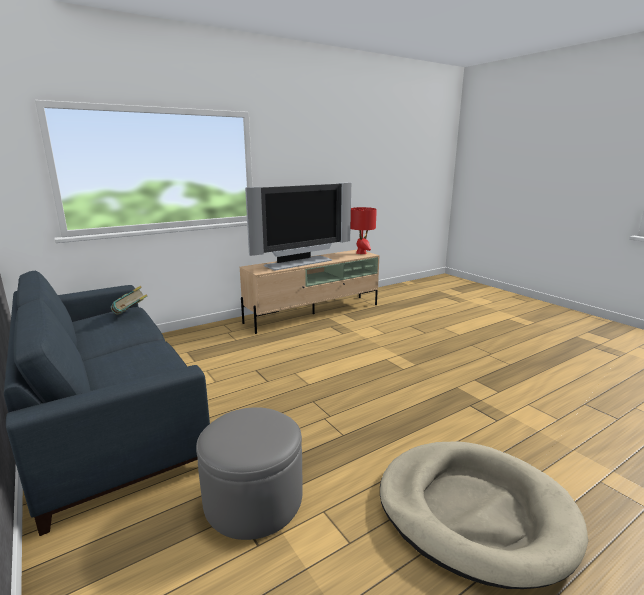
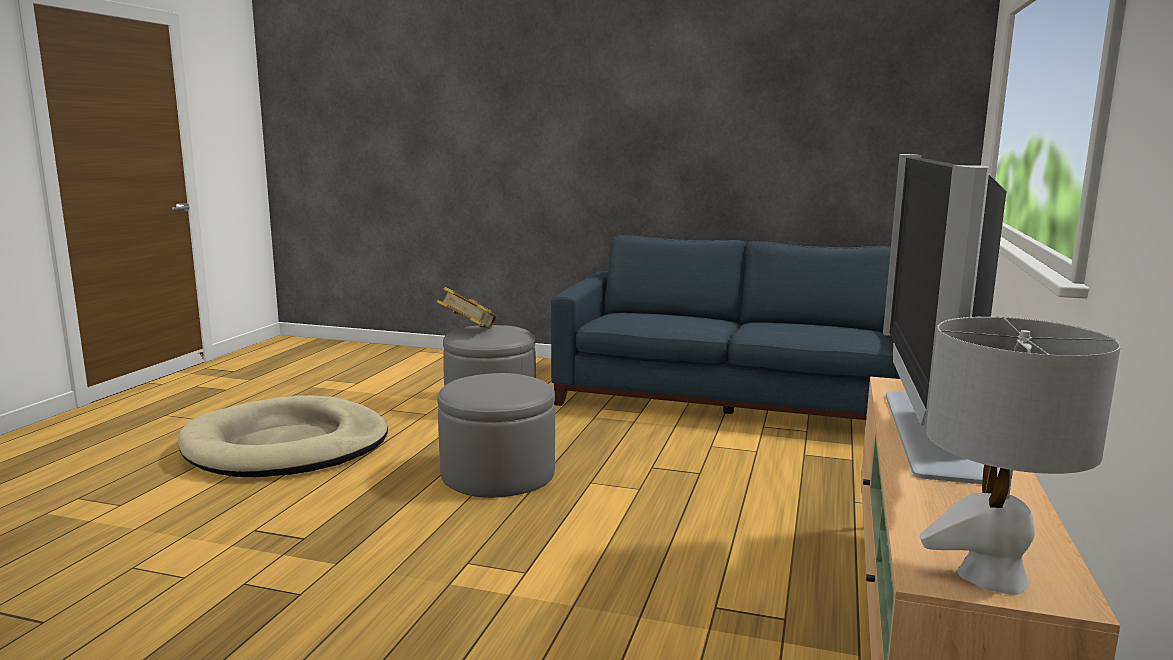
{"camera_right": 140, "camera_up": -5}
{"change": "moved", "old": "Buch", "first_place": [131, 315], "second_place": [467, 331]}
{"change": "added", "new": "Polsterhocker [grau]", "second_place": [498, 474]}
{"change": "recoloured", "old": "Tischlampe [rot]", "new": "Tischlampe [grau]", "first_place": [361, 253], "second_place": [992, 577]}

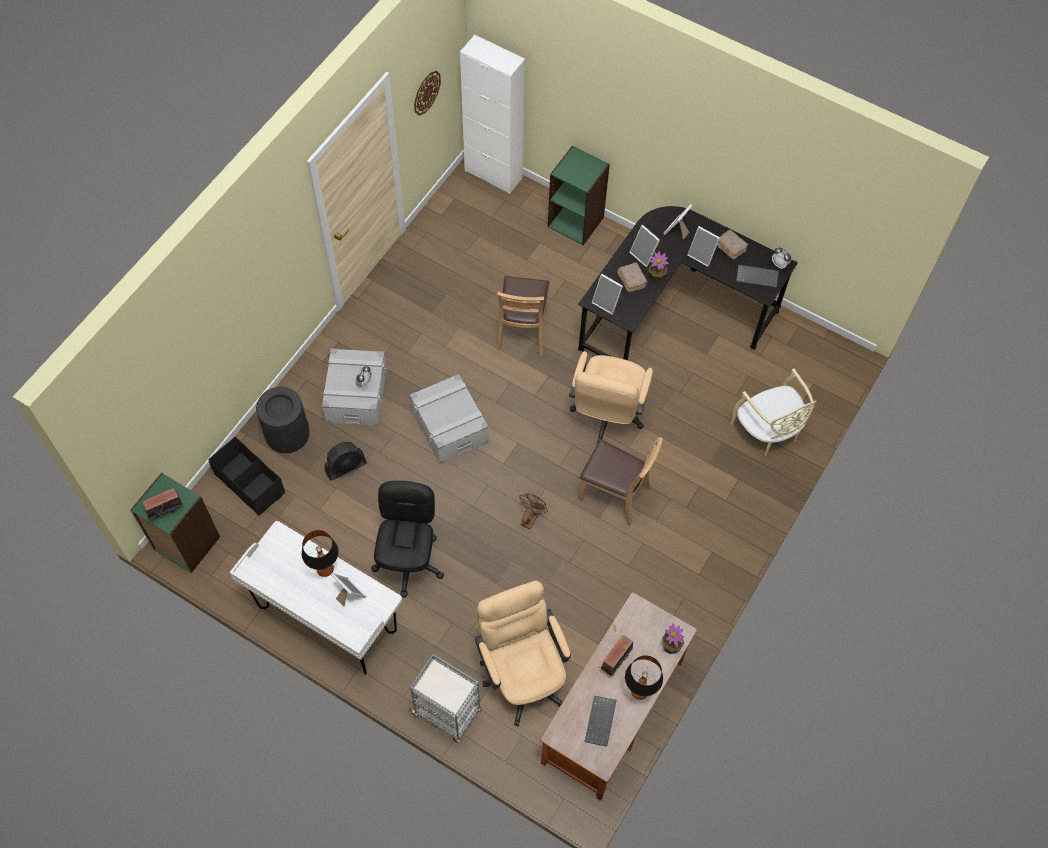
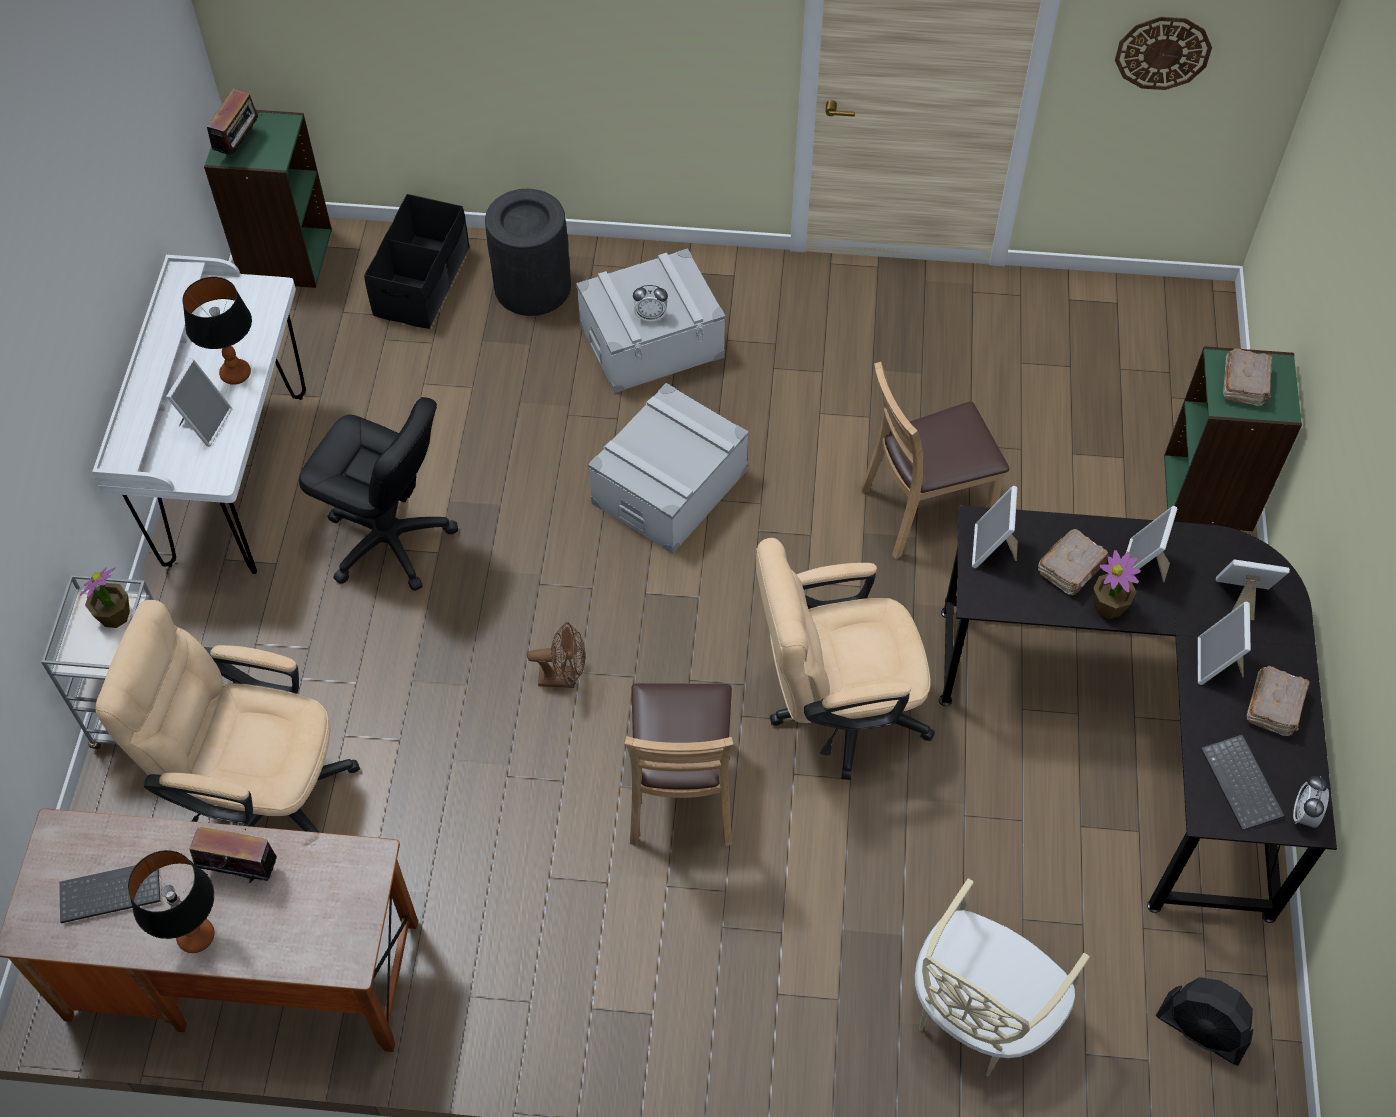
{"camera_right": 65, "camera_up": -5}
{"change": "moved", "old": "Topfpflanze", "first_place": [671, 646], "second_place": [114, 616]}
{"change": "turned", "old": "Bürostuhl [beige]", "first_place": [522, 673], "second_place": [259, 793], "degrees": -120}
{"change": "turned", "old": "Radio", "first_place": [165, 511], "second_place": [240, 145], "degrees": 75}
{"change": "turned", "old": "Bürostuhl [schwarz]", "first_place": [409, 562], "second_place": [389, 541], "degrees": 45}
{"change": "moved", "old": "Ventilator [schwarz]", "first_place": [346, 467], "second_place": [1202, 1030]}
{"change": "added", "new": "Buch [braun]", "second_place": [1245, 384]}
{"change": "removed", "old": "Schrank [weiß]", "first_place": [493, 174]}

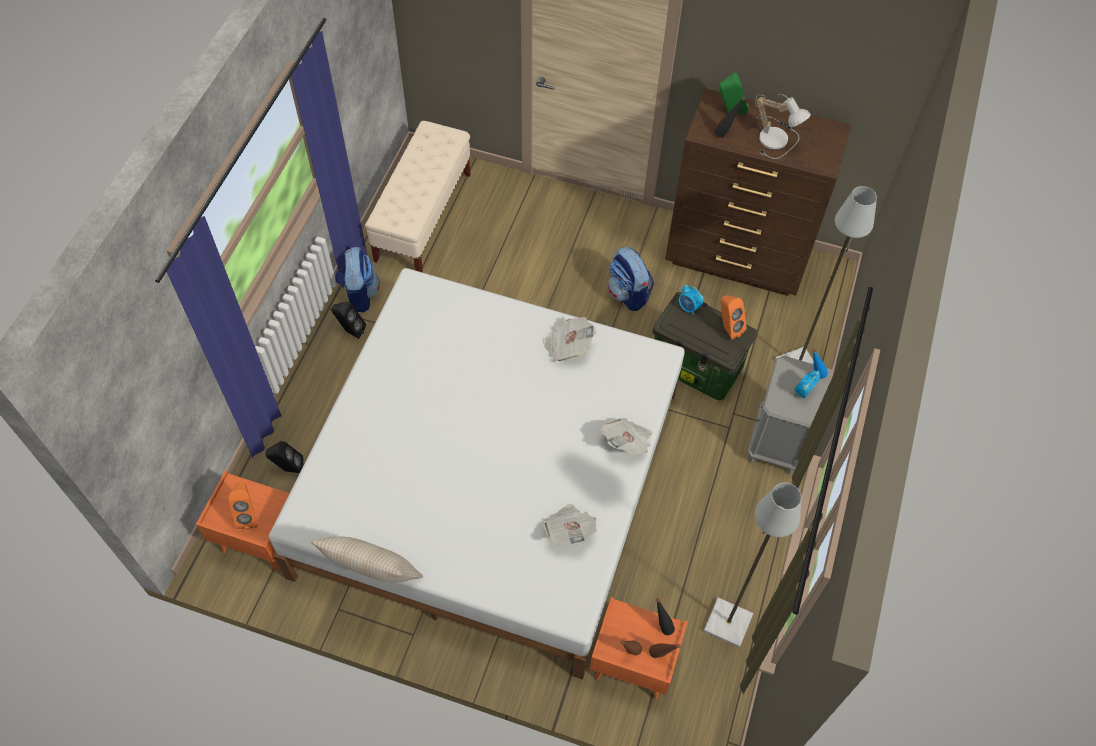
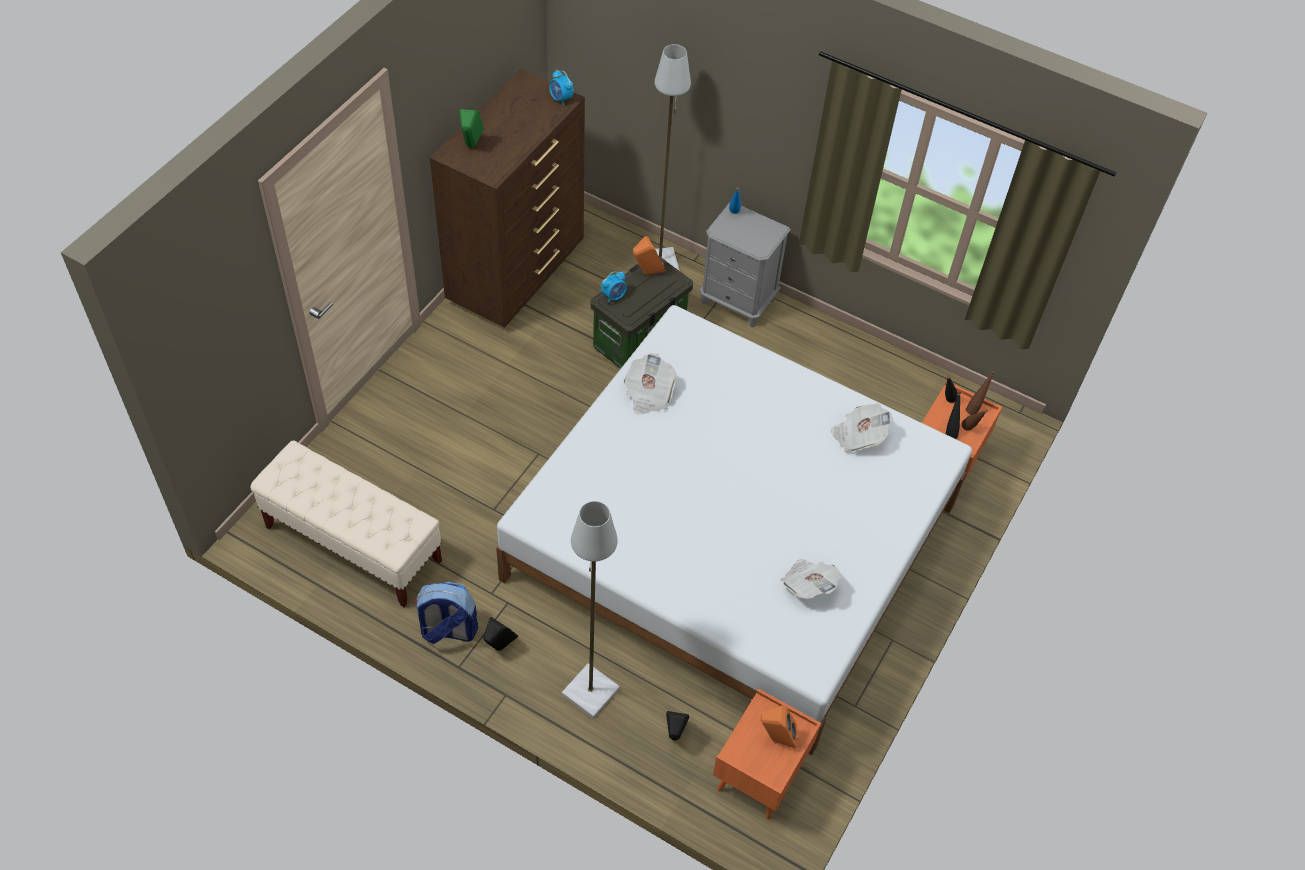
{"camera_right": -80, "camera_up": -5}
{"change": "moved", "old": "Wecker", "first_place": [803, 392], "second_place": [561, 99]}
{"change": "moved", "old": "Stehlampe [grau]", "first_place": [727, 623], "second_place": [591, 692]}
{"change": "moved", "old": "Zeitung", "first_place": [627, 442], "second_place": [808, 585]}
{"change": "moved", "old": "Flasche [schwarz]", "first_place": [725, 133], "second_place": [950, 431]}
{"change": "removed", "old": "Kissen [beige]", "first_place": [374, 575]}
{"change": "removed", "old": "Rucksack", "first_place": [628, 294]}
{"change": "removed", "old": "Tischlampe", "first_place": [776, 138]}

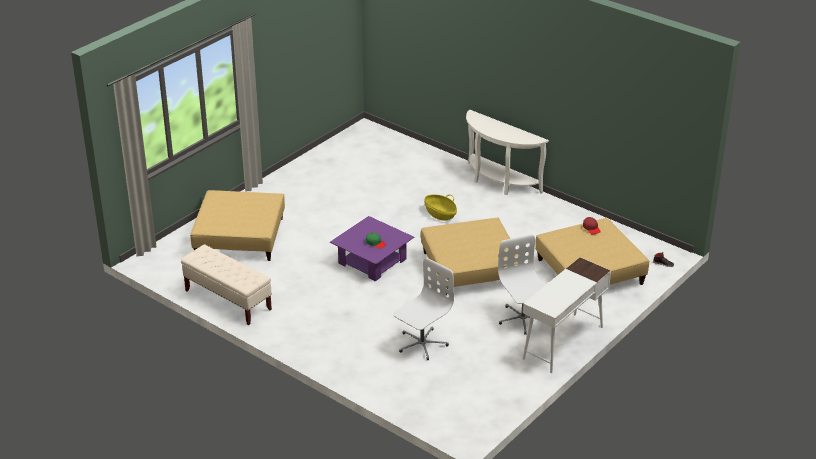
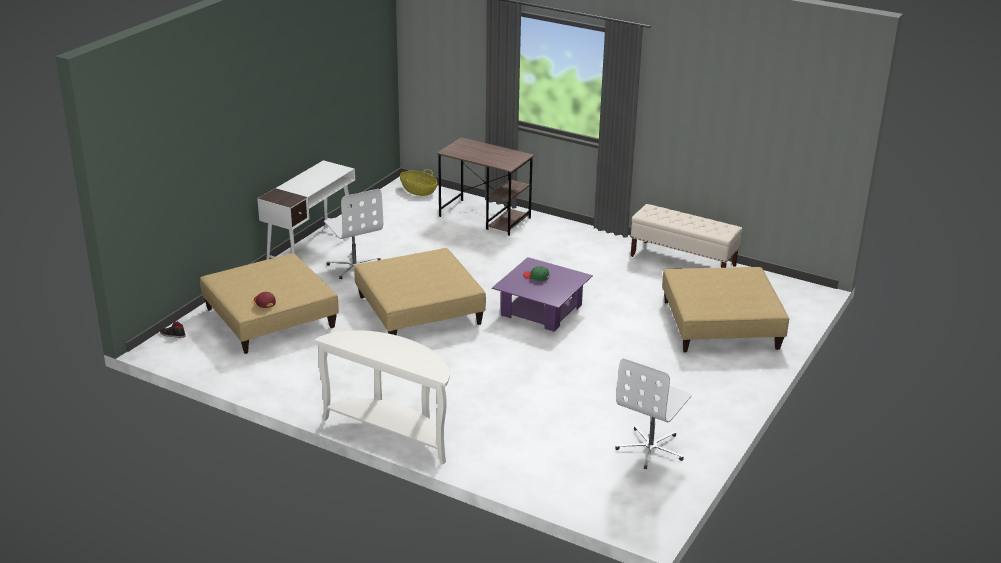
{"camera_right": 170, "camera_up": -5}
{"change": "moved", "old": "Korb", "first_place": [440, 214], "second_place": [418, 191]}
{"change": "added", "new": "Schreibtisch [braun]", "second_place": [485, 217]}
{"change": "moved", "old": "Bürostuhl [weiß]", "first_place": [421, 344], "second_place": [651, 448]}

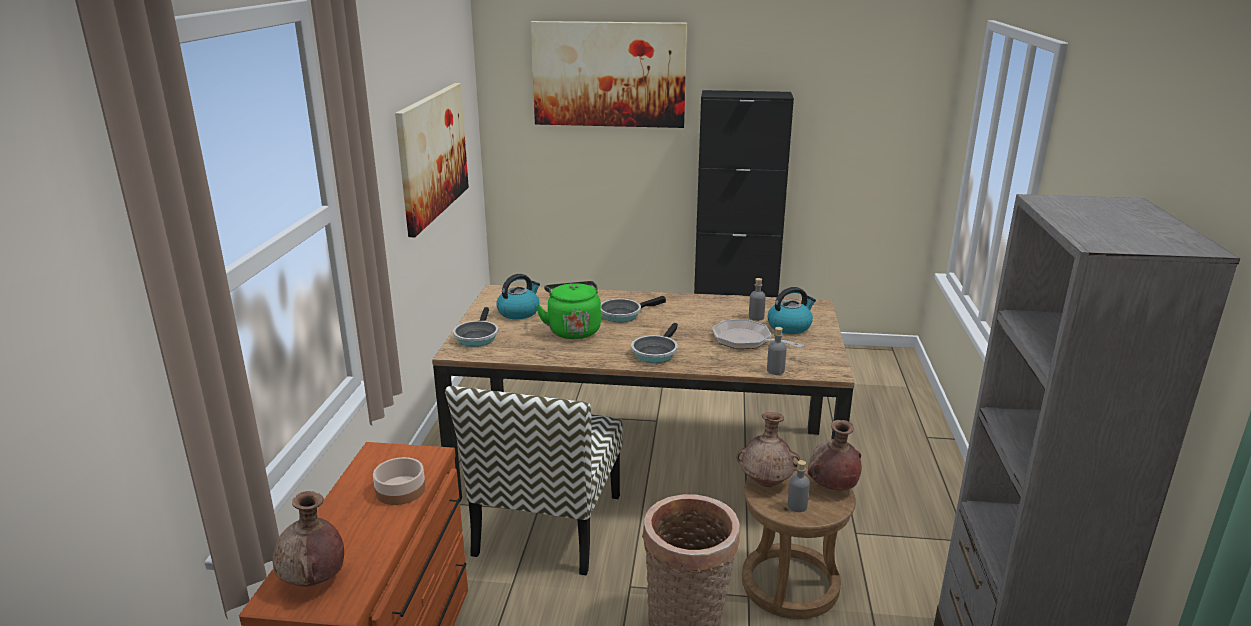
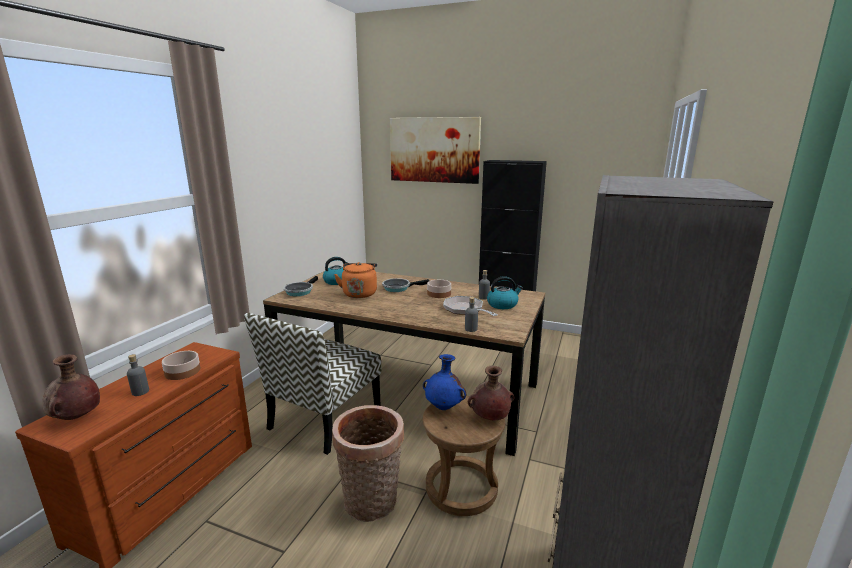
{"camera_right": 15, "camera_up": -5}
{"change": "moved", "old": "Flasche [grau]", "first_place": [797, 506], "second_place": [140, 392]}
{"change": "recoloured", "old": "Wasserkessel [grün]", "new": "Wasserkessel [orange]", "first_place": [573, 330], "second_place": [359, 293]}
{"change": "recoloured", "old": "Vase [braun]", "new": "Vase [blau]", "first_place": [767, 483], "second_place": [444, 407]}
{"change": "added", "new": "Schüssel", "second_place": [439, 294]}
{"change": "removed", "old": "Bild", "first_place": [432, 154]}
{"change": "removed", "old": "Pfanne", "first_place": [655, 352]}

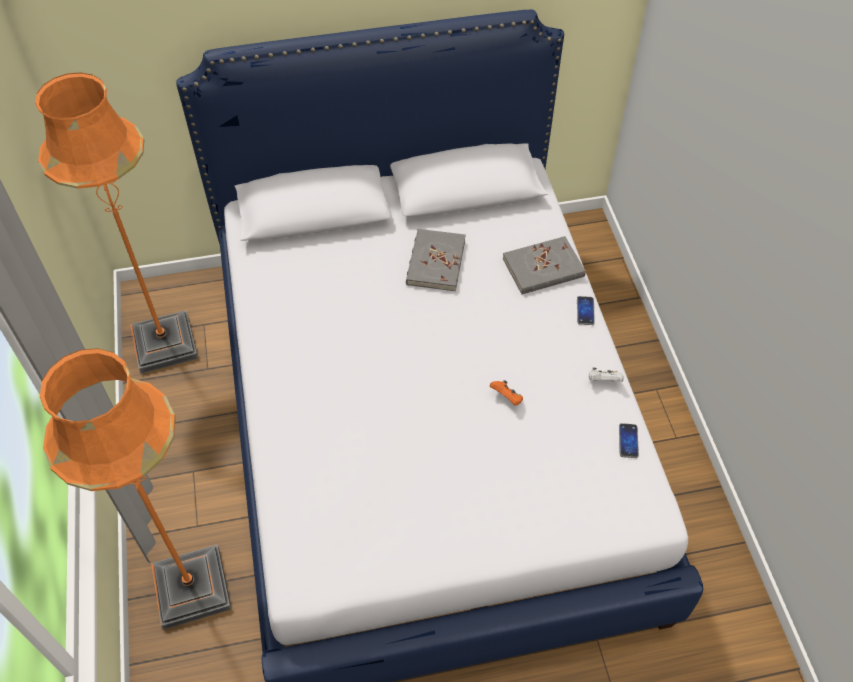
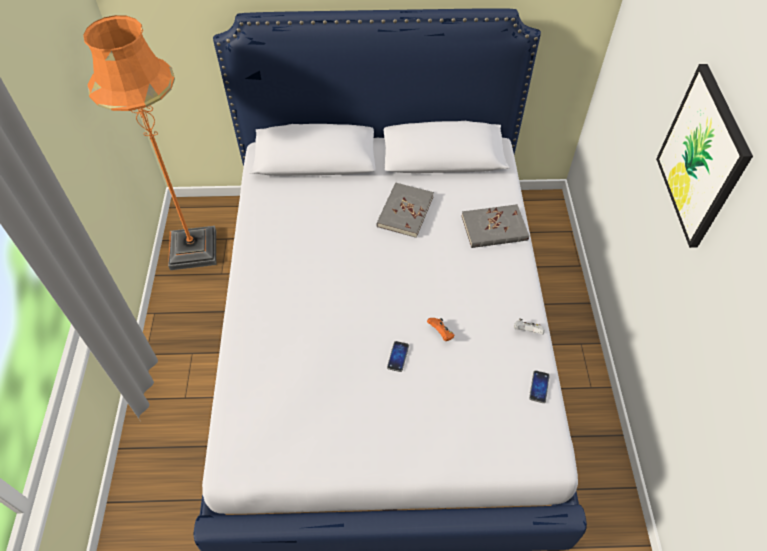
{"camera_right": 10, "camera_up": 0}
{"change": "moved", "old": "Handy", "first_place": [585, 311], "second_place": [398, 356]}
{"change": "added", "new": "Bild", "second_place": [702, 157]}
{"change": "removed", "old": "Stehlampe [orange]", "first_place": [192, 588]}

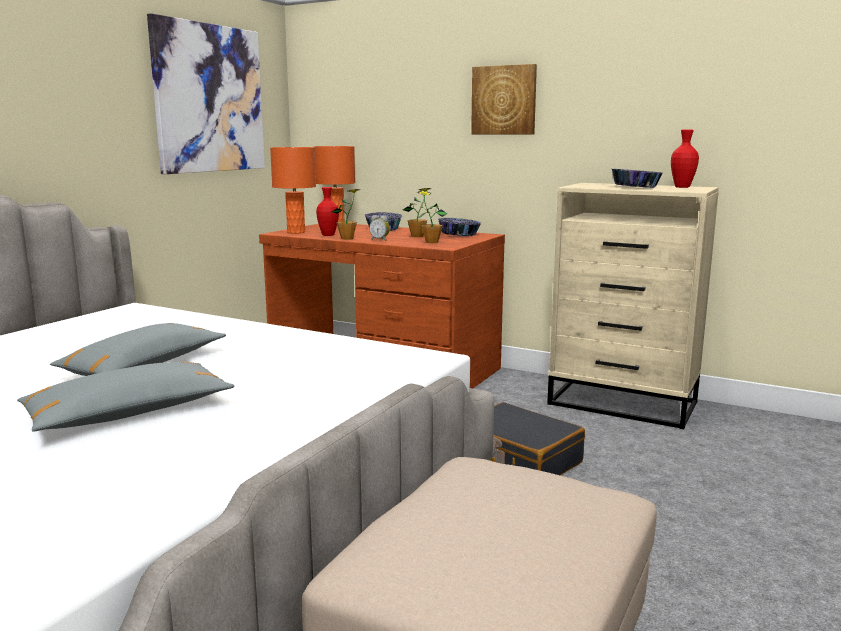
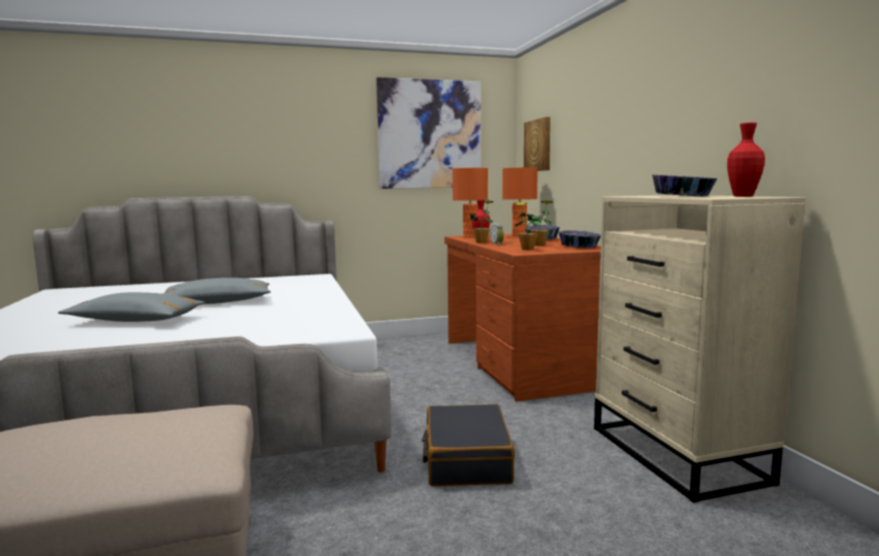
{"camera_right": 45, "camera_up": -5}
{"change": "moved", "old": "Bild", "first_place": [504, 100], "second_place": [538, 145]}

